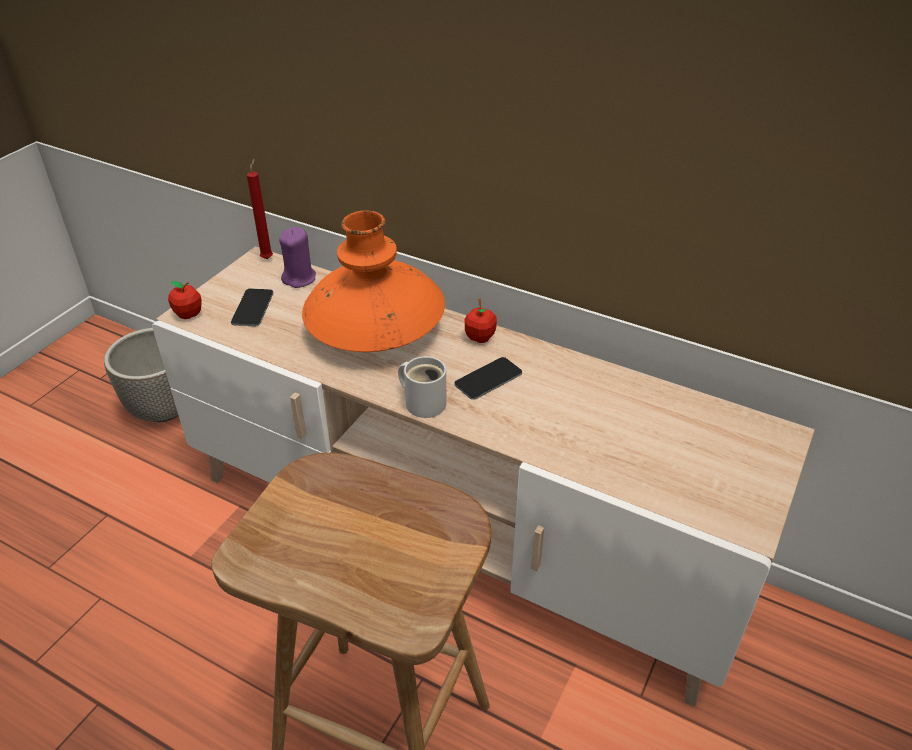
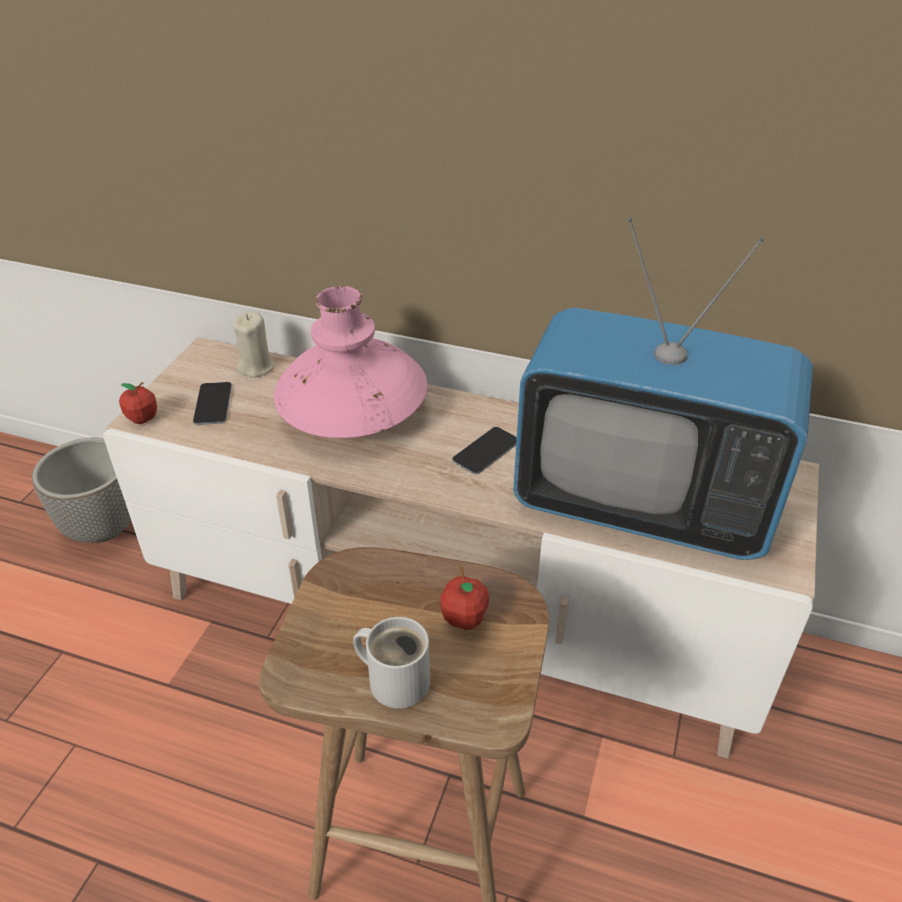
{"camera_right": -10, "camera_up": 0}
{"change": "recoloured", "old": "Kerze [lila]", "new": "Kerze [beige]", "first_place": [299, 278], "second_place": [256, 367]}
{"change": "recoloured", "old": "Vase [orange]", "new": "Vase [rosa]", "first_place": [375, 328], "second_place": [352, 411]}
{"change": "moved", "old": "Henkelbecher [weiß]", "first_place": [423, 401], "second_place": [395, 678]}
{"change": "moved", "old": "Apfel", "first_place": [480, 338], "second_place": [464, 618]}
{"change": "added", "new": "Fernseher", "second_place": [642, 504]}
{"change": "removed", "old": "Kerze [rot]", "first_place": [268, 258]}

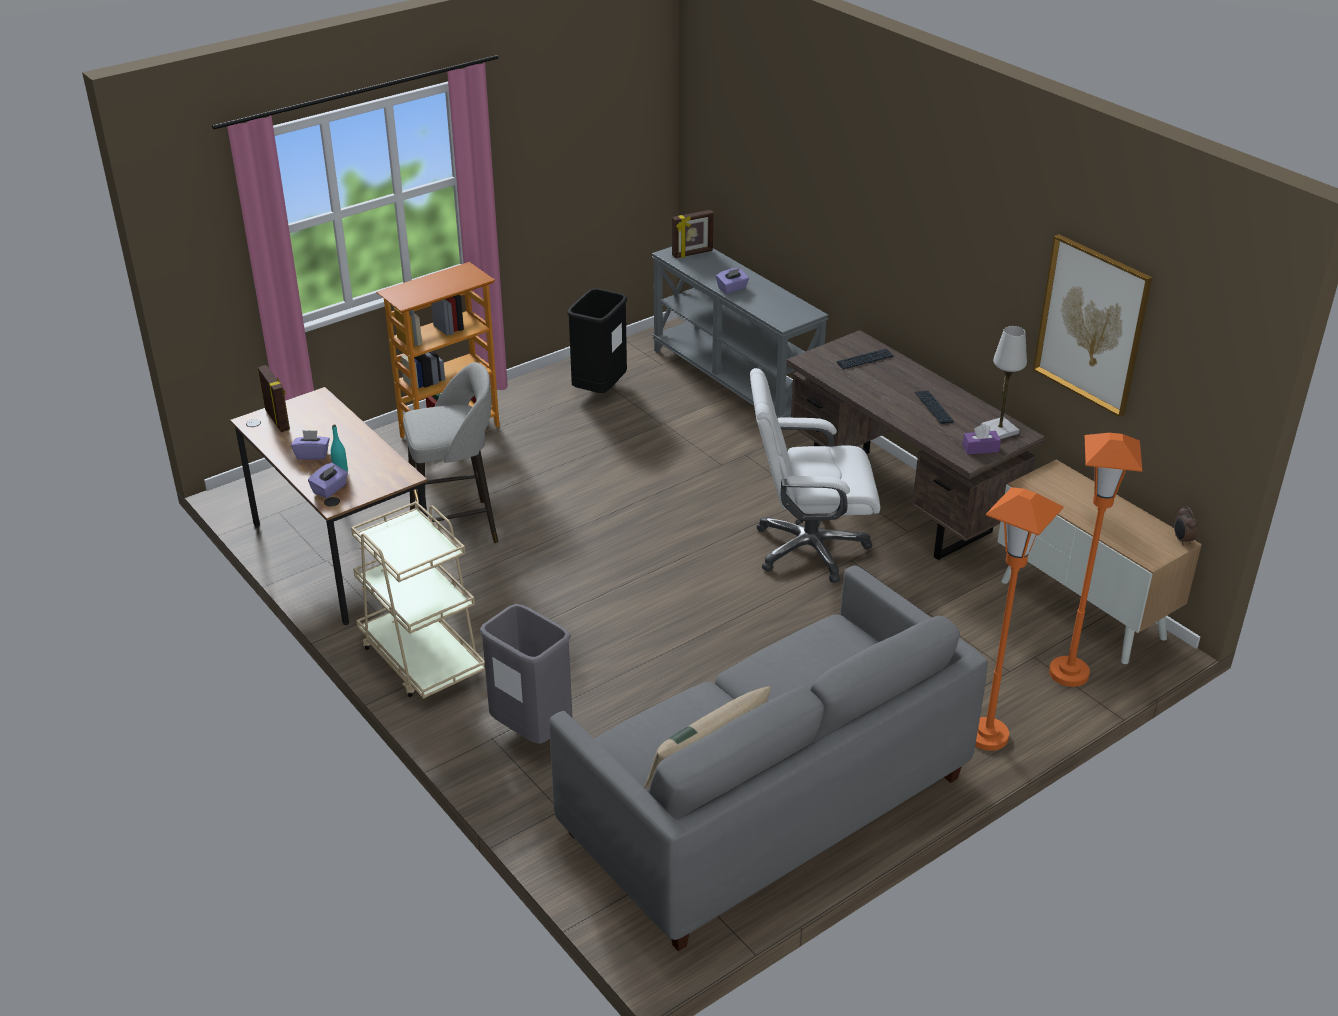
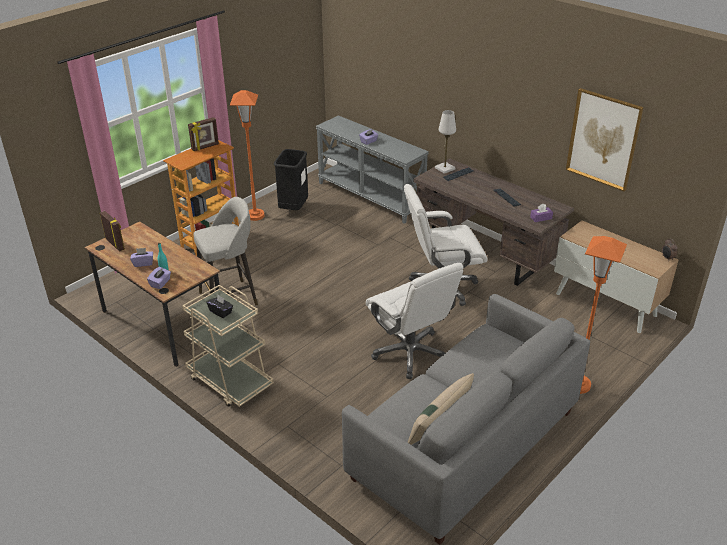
{"camera_right": -10, "camera_up": 0}
{"change": "moved", "old": "Bilderrahmen", "first_place": [692, 254], "second_place": [205, 147]}
{"change": "added", "new": "Taschentuchbox [schwarz]", "second_place": [221, 312]}
{"change": "moved", "old": "Stehlampe [orange]", "first_place": [1068, 673], "second_place": [255, 215]}
{"change": "added", "new": "Bürostuhl [weiß]", "second_place": [410, 353]}
{"change": "moved", "old": "Tischlampe [weiß]", "first_place": [999, 430], "second_place": [444, 168]}
{"change": "removed", "old": "Mülleimer [grau]", "first_place": [531, 730]}

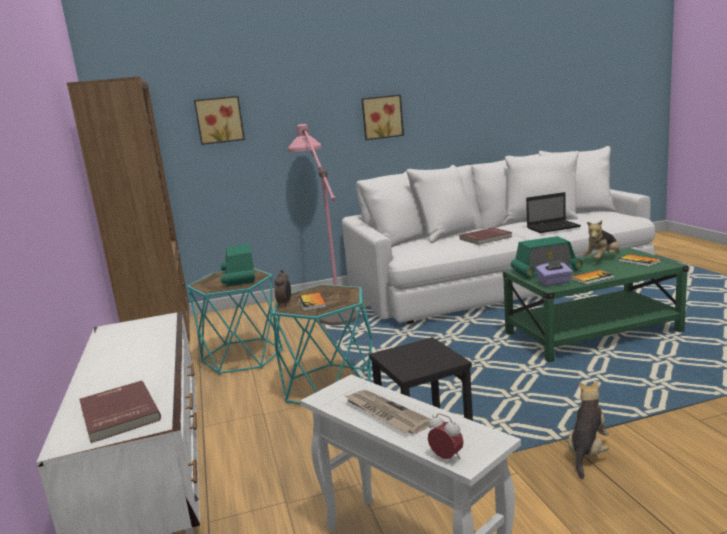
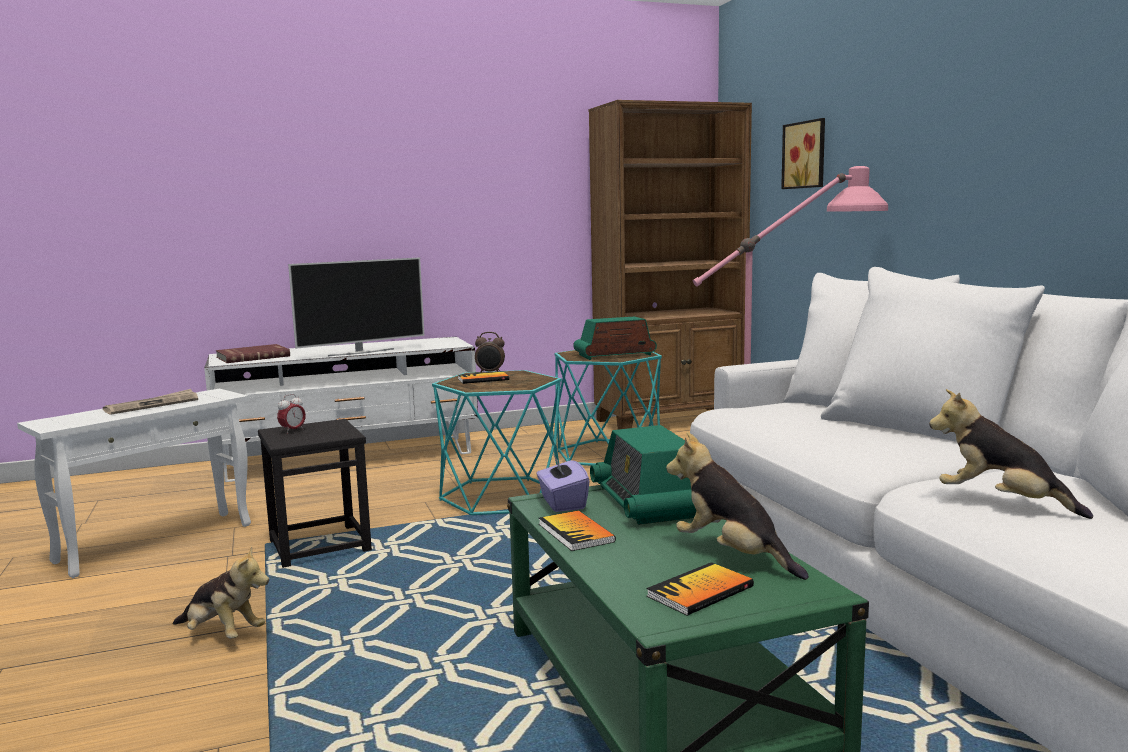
{"camera_right": 85, "camera_up": -5}
{"change": "moved", "old": "Wecker", "first_place": [446, 457], "second_place": [292, 431]}
{"change": "added", "new": "Fernseher", "second_place": [361, 352]}
{"change": "replaced", "old": "Laptop", "new": "Plüschtier", "first_place": [554, 227], "second_place": [1001, 503]}
{"change": "removed", "old": "Bild", "first_place": [382, 117]}
{"change": "removed", "old": "Buch [rot]", "first_place": [486, 238]}

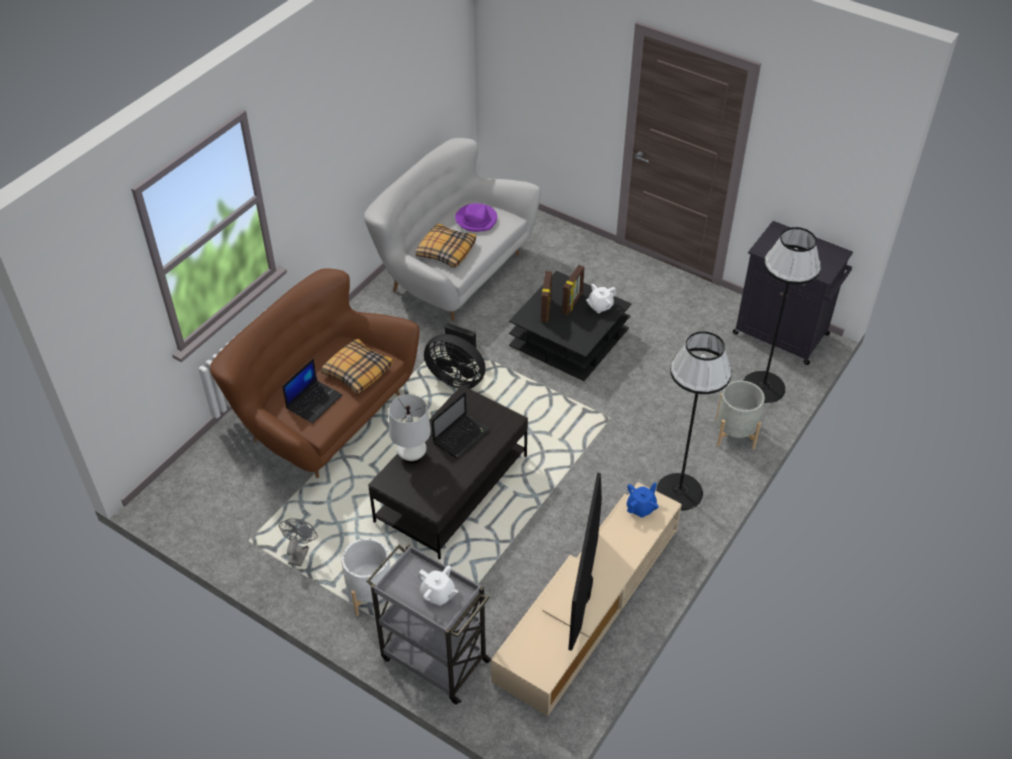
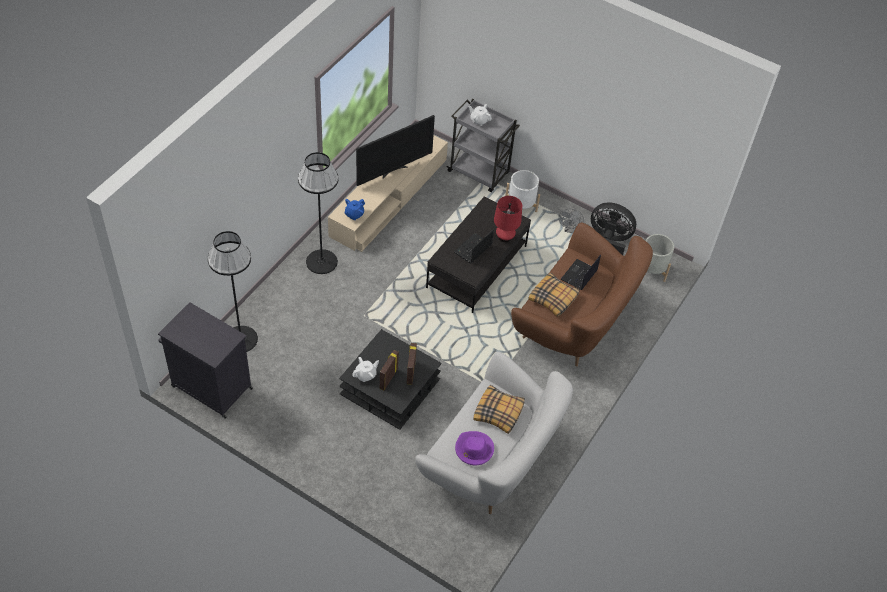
{"camera_right": 175, "camera_up": 5}
{"change": "turned", "old": "Fernseher", "first_place": [585, 589], "second_place": [393, 170], "degrees": 45}
{"change": "recoloured", "old": "Tischlampe [weiß]", "new": "Tischlampe [rot]", "first_place": [412, 455], "second_place": [505, 237]}
{"change": "moved", "old": "Ventilator [schwarz]", "first_place": [457, 377], "second_place": [609, 242]}
{"change": "moved", "old": "Pflanzkübel [grau]", "first_place": [735, 433], "second_place": [651, 270]}

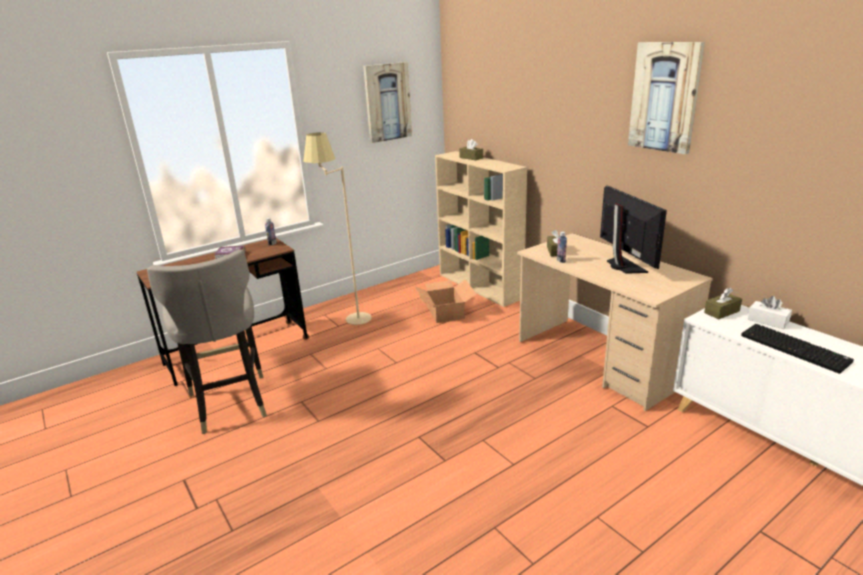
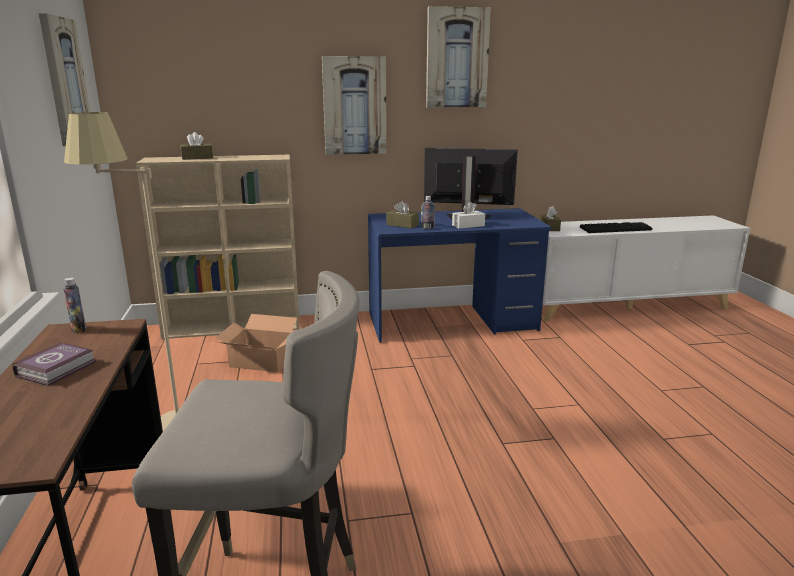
{"camera_right": -65, "camera_up": -5}
{"change": "added", "new": "Bild", "second_place": [354, 106]}
{"change": "recoloured", "old": "Schreibtisch [beige]", "new": "Schreibtisch [blau]", "first_place": [600, 360], "second_place": [452, 322]}
{"change": "moved", "old": "Taschentuchbox [weiß]", "first_place": [768, 321], "second_place": [468, 225]}

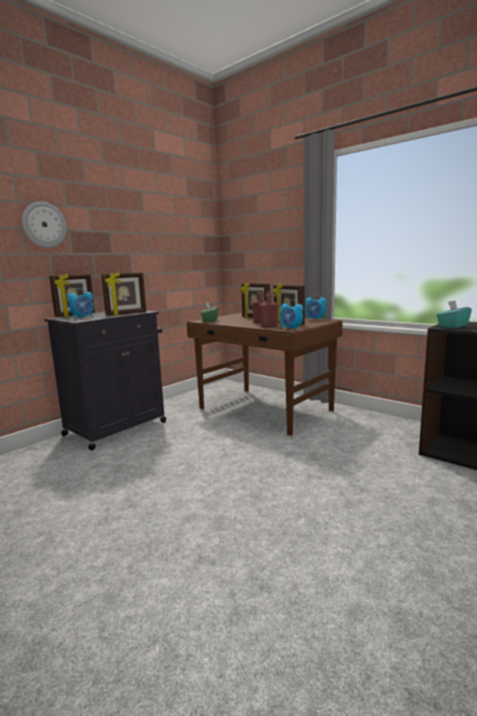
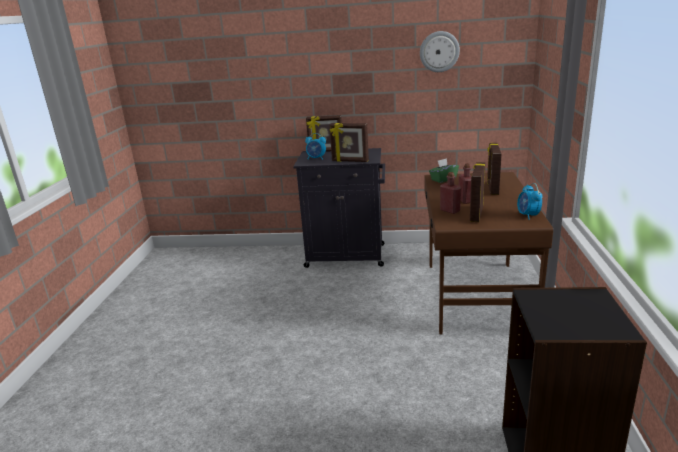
{"camera_right": 55, "camera_up": 10}
{"change": "moved", "old": "Wanduhr", "first_place": [44, 225], "second_place": [439, 51]}
{"change": "removed", "old": "Wecker", "first_place": [290, 329]}
{"change": "removed", "old": "Taschentuchbox [türkis]", "first_place": [452, 326]}

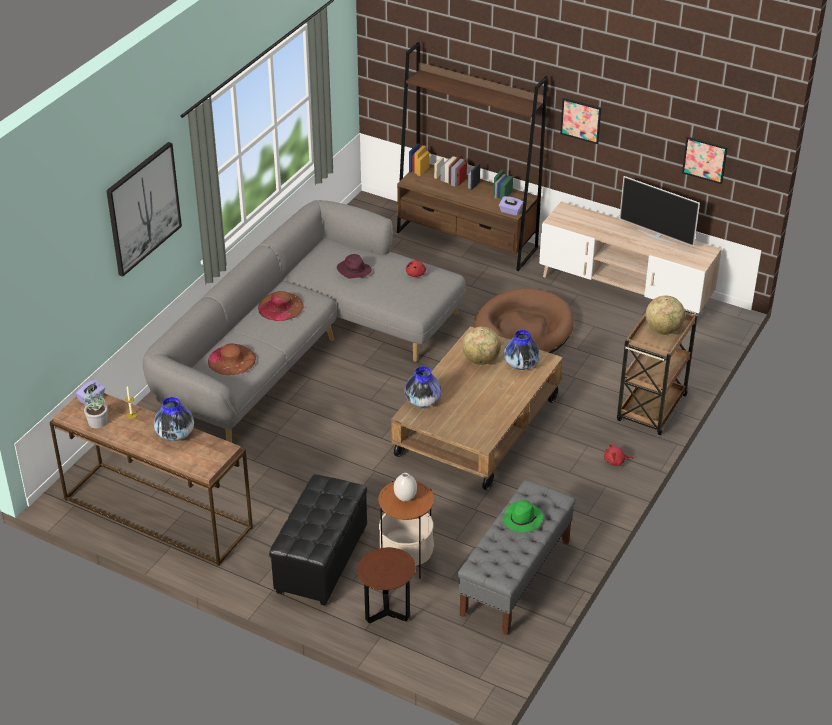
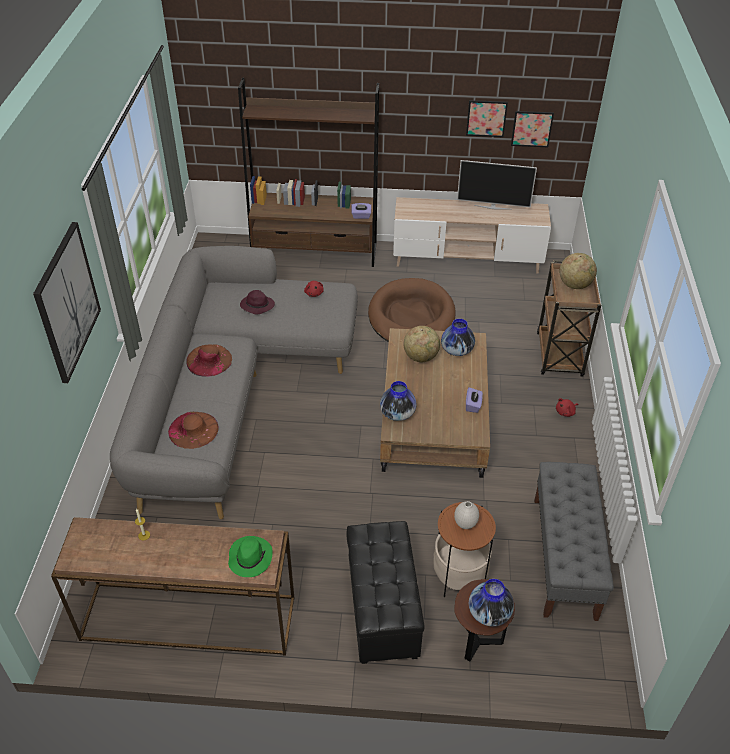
{"camera_right": -25, "camera_up": 5}
{"change": "moved", "old": "Hut [grün]", "first_place": [522, 519], "second_place": [250, 557]}
{"change": "moved", "old": "Bild", "first_place": [580, 120], "second_place": [486, 118]}
{"change": "moved", "old": "Taschentuchbox [lila]", "first_place": [92, 399], "second_place": [473, 405]}
{"change": "moved", "old": "Vase", "first_place": [175, 434], "second_place": [489, 613]}
{"change": "removed", "old": "Topfpflanze", "first_place": [97, 422]}

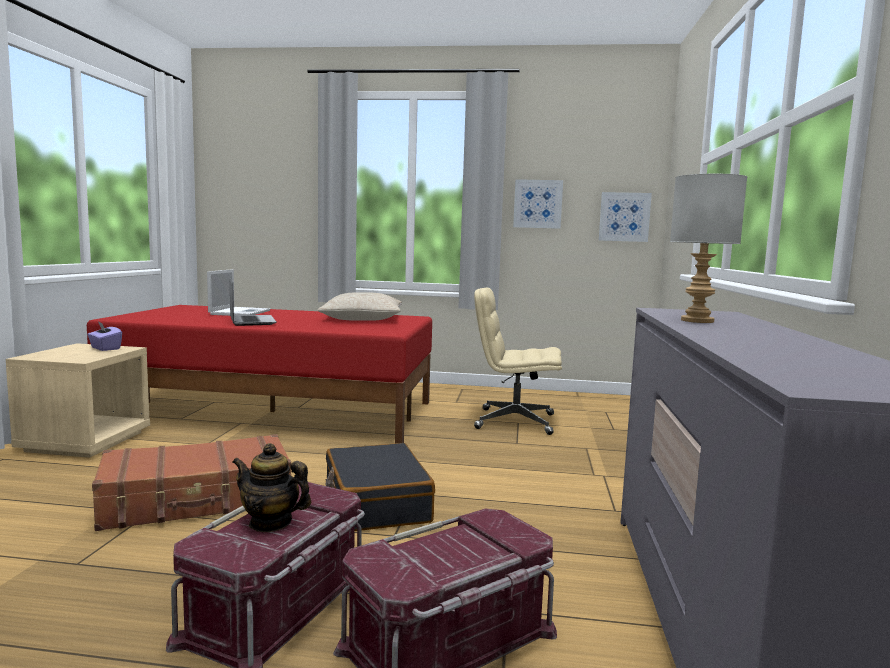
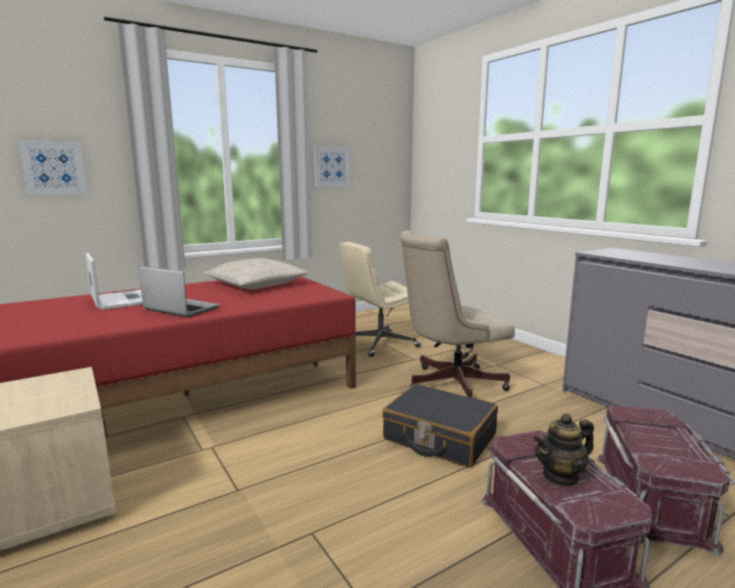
{"camera_right": -40, "camera_up": 5}
{"change": "moved", "old": "Bild", "first_place": [624, 217], "second_place": [54, 168]}
{"change": "added", "new": "Bürostuhl [beige]", "second_place": [449, 384]}
{"change": "removed", "old": "Taschentuchbox [lila]", "first_place": [105, 348]}
{"change": "removed", "old": "Koffer [braun]", "first_place": [198, 500]}
{"change": "removed", "old": "Tischlampe [grau]", "first_place": [698, 321]}

